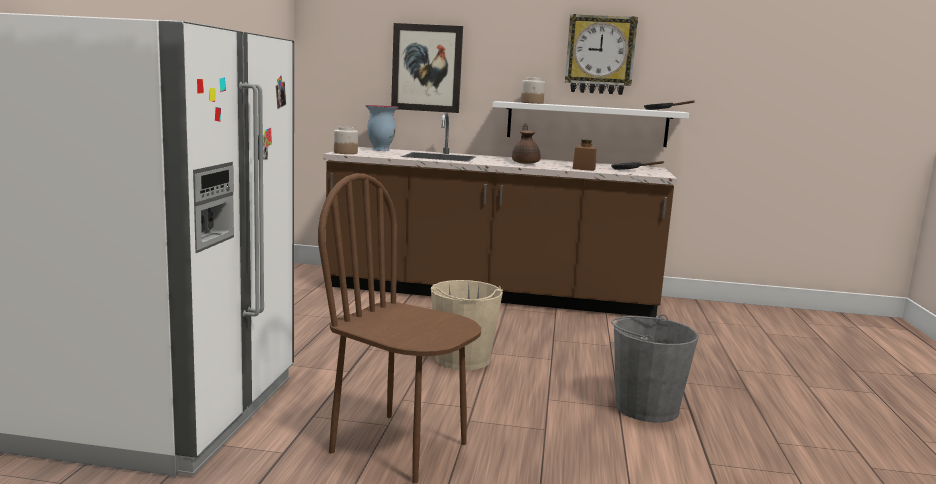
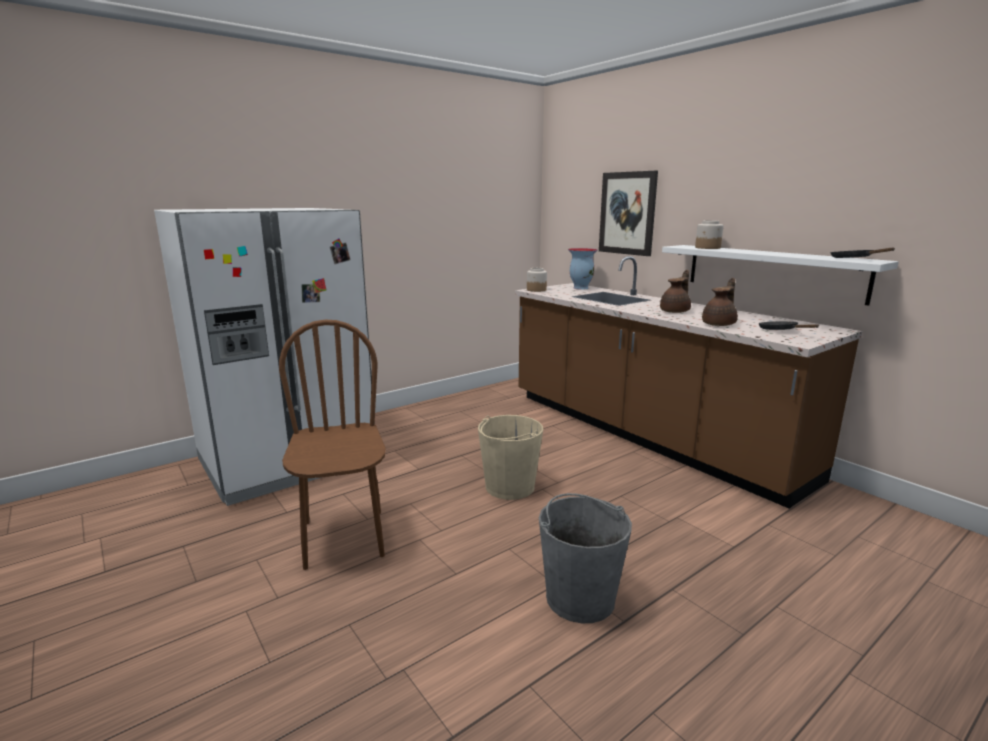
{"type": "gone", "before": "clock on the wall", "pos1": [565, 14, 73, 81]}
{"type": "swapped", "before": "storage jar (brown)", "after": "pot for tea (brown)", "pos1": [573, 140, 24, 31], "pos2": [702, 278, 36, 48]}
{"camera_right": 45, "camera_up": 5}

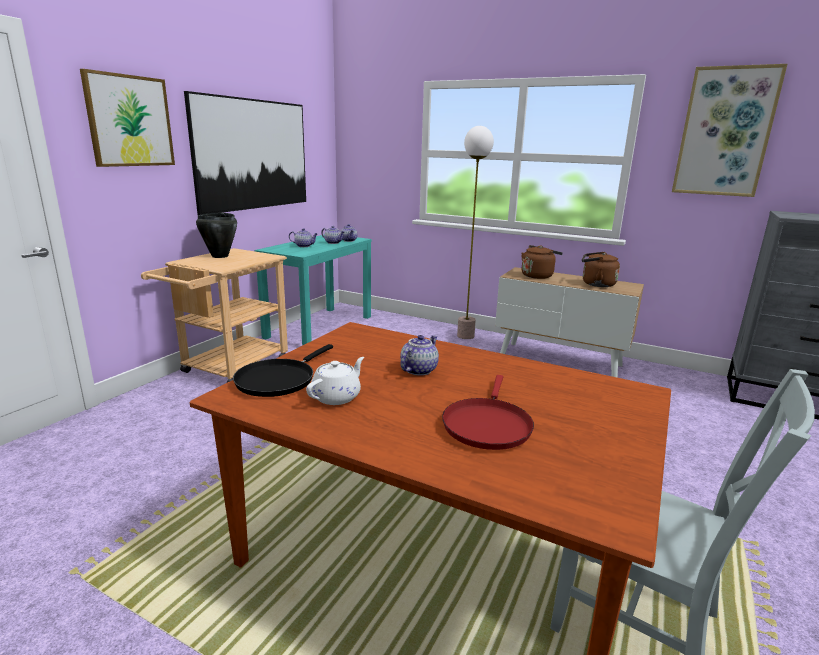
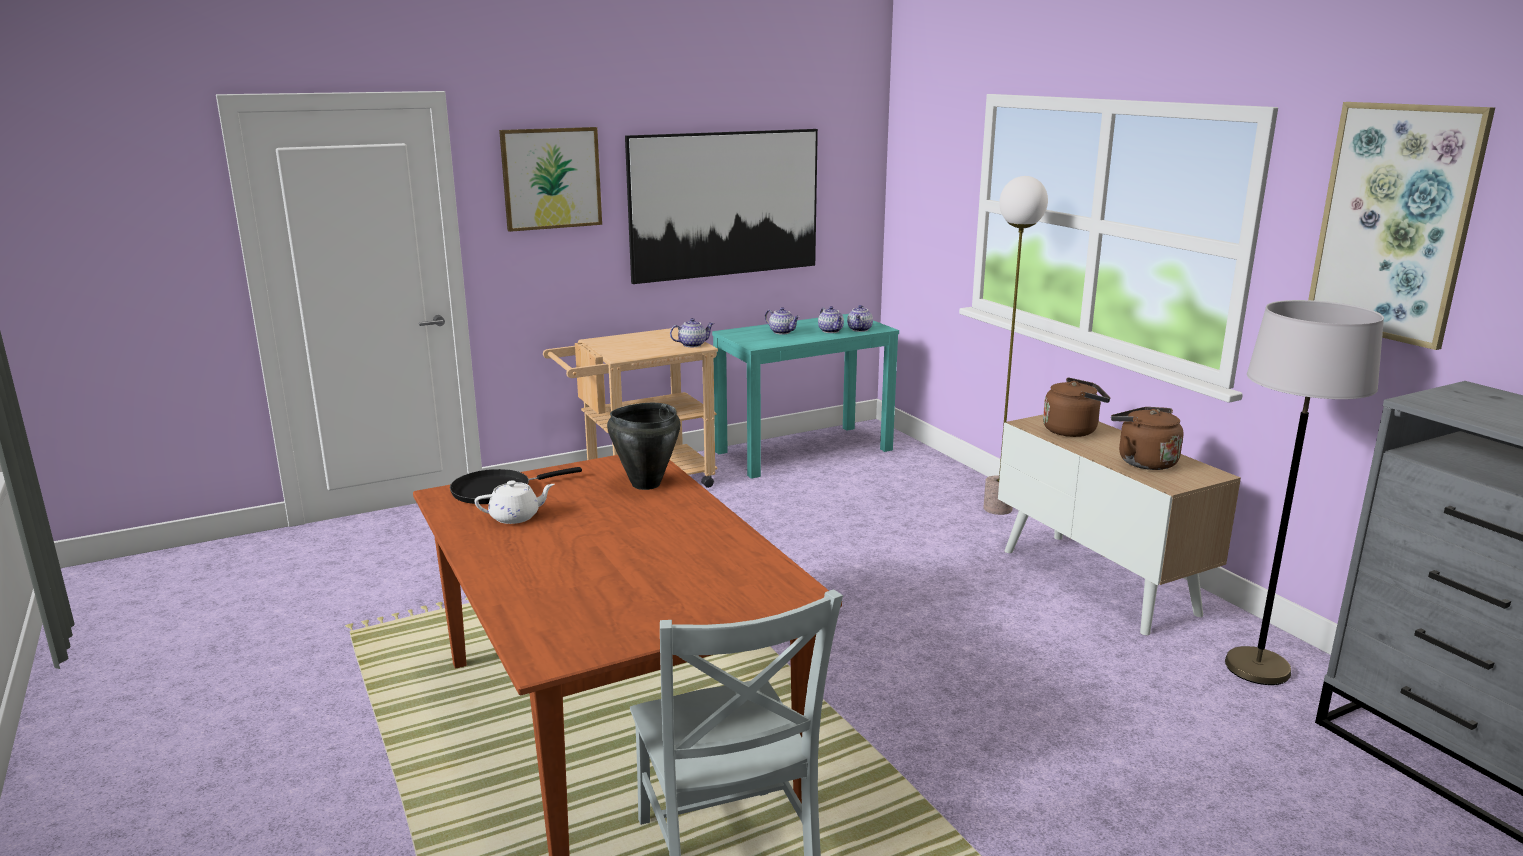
{"type": "gone", "before": "frying pan (reddish)", "pos1": [442, 375, 92, 75]}
{"type": "new", "after": "floor lamp (gray)", "pos2": [1225, 300, 159, 385]}
{"type": "shifted", "before": "cooking pot (black)", "pos1": [196, 213, 41, 45], "pos2": [607, 403, 73, 87]}
{"type": "shifted", "before": "pot for tea", "pos1": [400, 335, 39, 40], "pos2": [670, 318, 44, 29]}
{"camera_right": 35, "camera_up": 0}

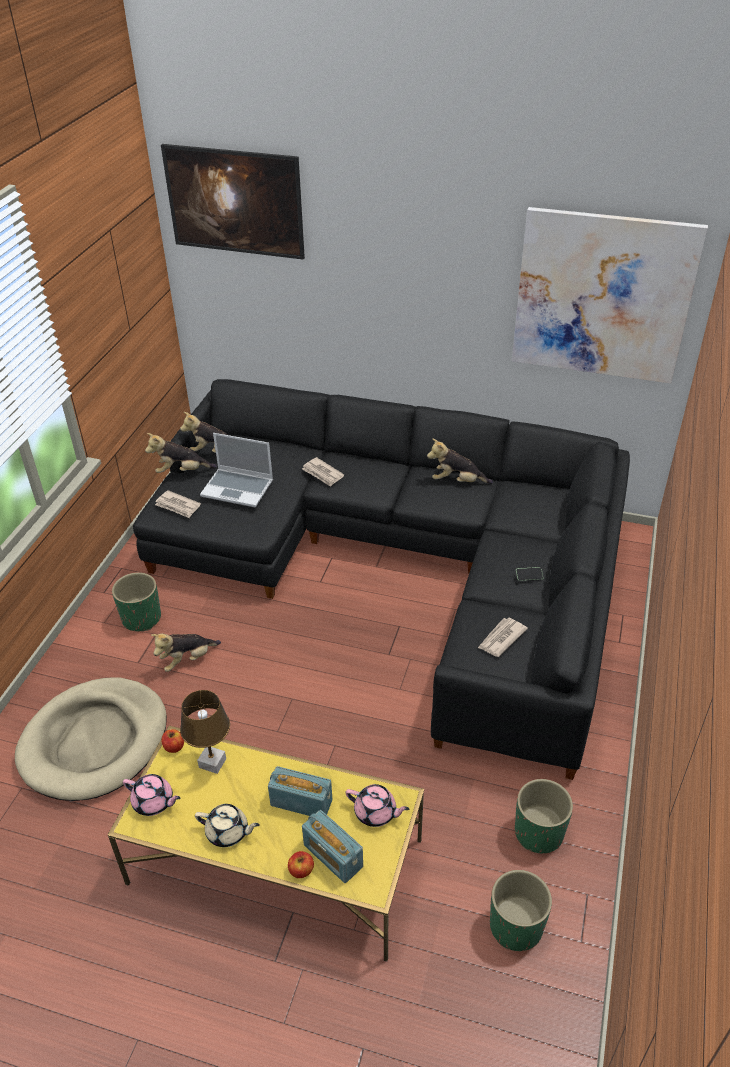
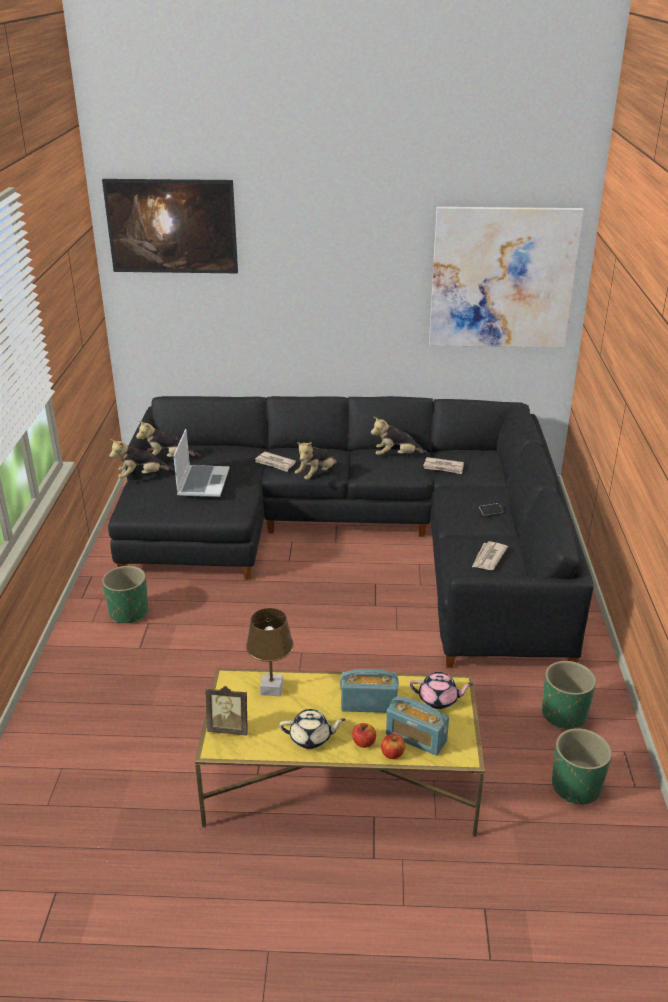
{"type": "gone", "before": "pet bed (beige)", "pos1": [15, 677, 152, 124]}
{"type": "shifted", "before": "plush toy", "pos1": [151, 633, 70, 39], "pos2": [295, 442, 42, 38]}
{"type": "shifted", "before": "daily paper", "pos1": [155, 490, 46, 28], "pos2": [423, 457, 41, 17]}
{"type": "shifted", "before": "whole apple", "pos1": [161, 729, 23, 24], "pos2": [352, 723, 24, 25]}
{"type": "swapped", "before": "pot for tea (pinkish)", "after": "photo frame", "pos1": [123, 774, 57, 42], "pos2": [206, 686, 42, 50]}
{"type": "rotated", "before": "laptop", "pos1": [200, 433, 73, 74], "pos2": [173, 429, 56, 68], "turn": -90}
{"camera_right": -15, "camera_up": -10}

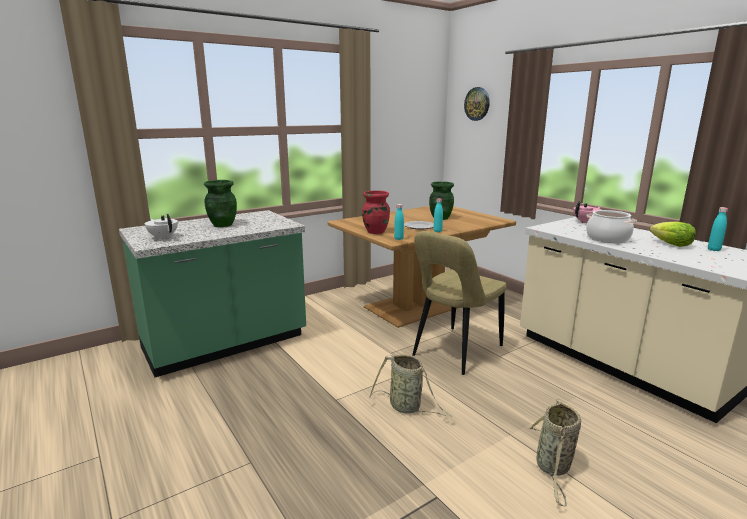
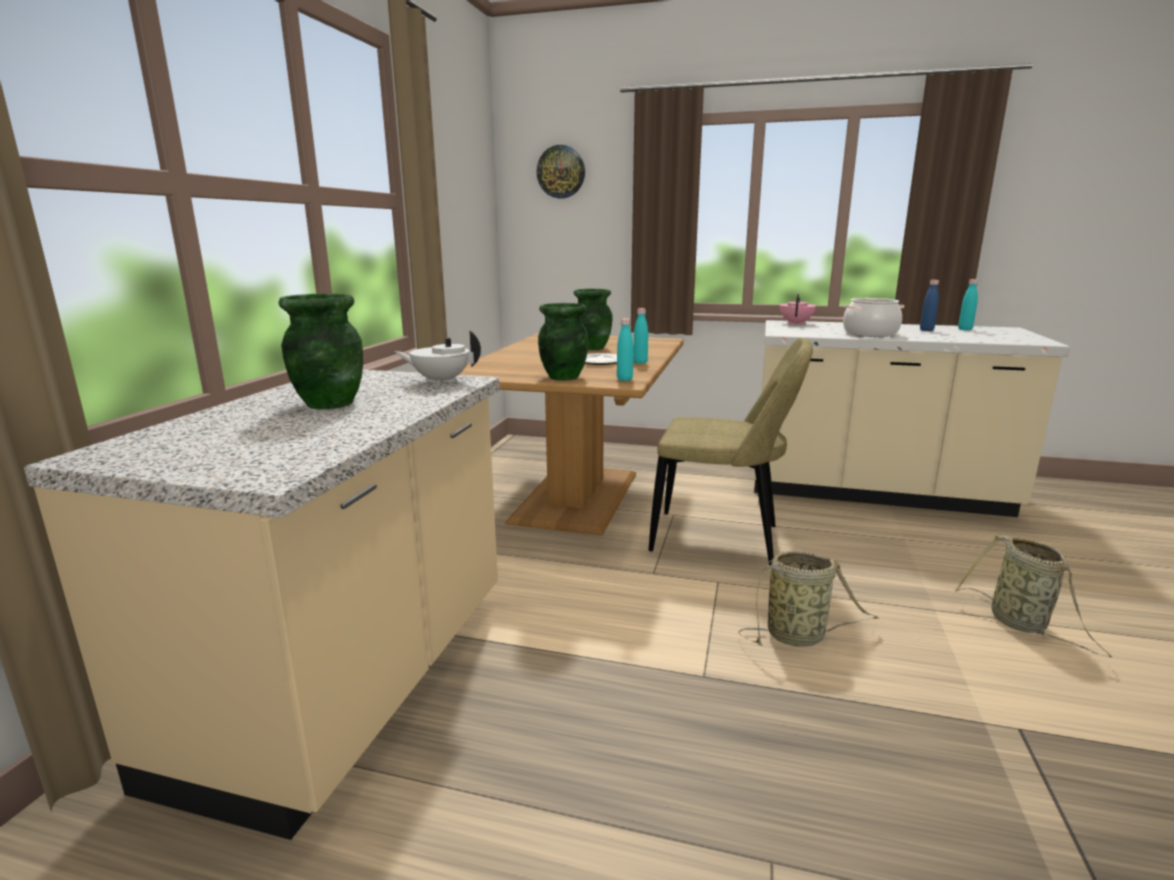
{"type": "shifted", "before": "pot for tea (whitish)", "pos1": [145, 214, 33, 25], "pos2": [394, 330, 87, 55]}
{"type": "swapped", "before": "lettuce", "after": "bottle (blue)", "pos1": [650, 222, 46, 25], "pos2": [920, 280, 19, 51]}
{"type": "repainted", "before": "kitchen counter (green)", "after": "kitchen counter (beige)", "pos1": [119, 210, 187, 167], "pos2": [24, 370, 476, 470]}
{"type": "repainted", "before": "flower vase (reddish)", "after": "flower vase (green)", "pos1": [362, 190, 28, 44], "pos2": [538, 303, 51, 77]}
{"type": "rotated", "before": "chair (beige)", "pos1": [412, 231, 95, 144], "pos2": [649, 338, 164, 228], "turn": -75}
{"camera_right": -40, "camera_up": 0}

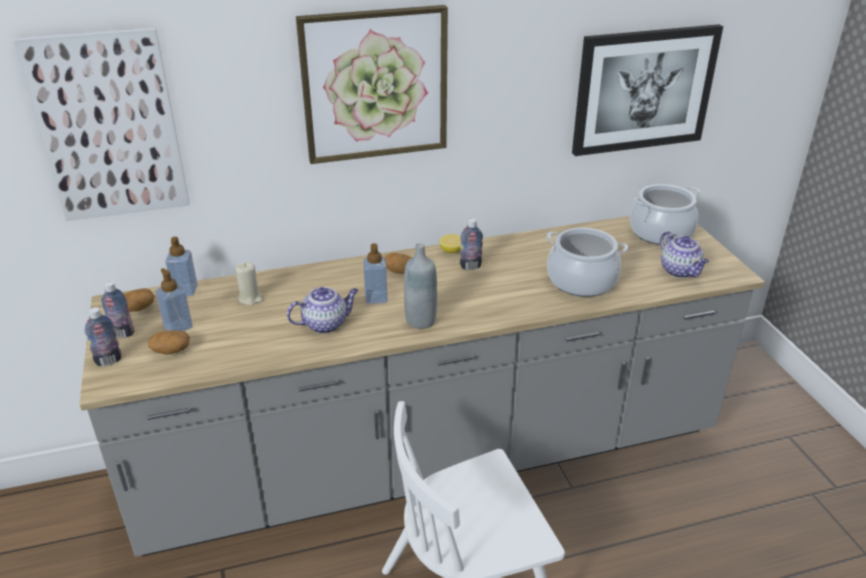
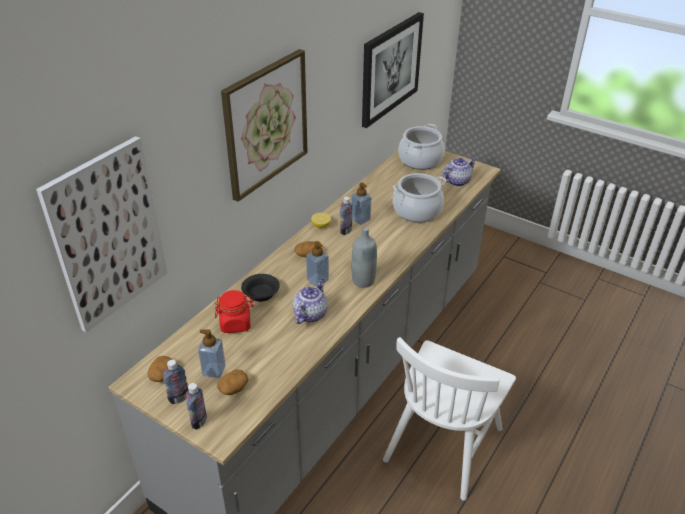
{"type": "new", "after": "deep dish (black)", "pos2": [241, 274, 39, 28]}
{"type": "shifted", "before": "soap bottle", "pos1": [165, 237, 33, 59], "pos2": [351, 183, 20, 42]}
{"type": "swapped", "before": "wax candle (beige)", "after": "storage jar (reddish)", "pos1": [236, 262, 27, 44], "pos2": [215, 290, 39, 43]}
{"type": "rotated", "before": "pot for tea", "pos1": [660, 231, 49, 47], "pos2": [441, 158, 36, 28], "turn": -60}
{"camera_right": -40, "camera_up": 5}

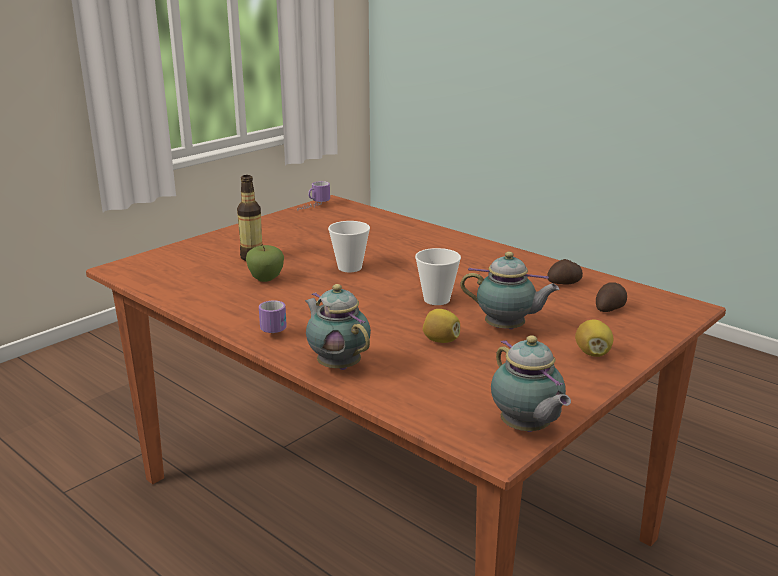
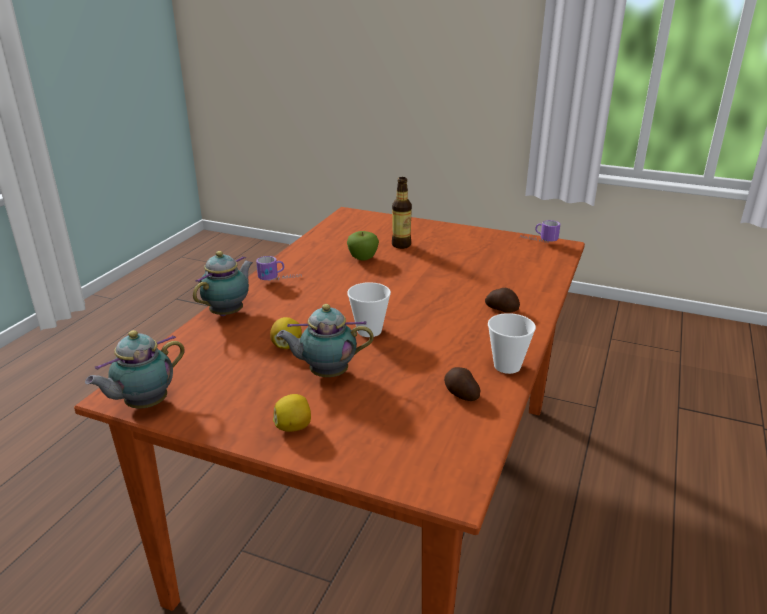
{"type": "shifted", "before": "small cup", "pos1": [328, 221, 42, 51], "pos2": [488, 313, 48, 61]}
{"type": "shifted", "before": "spud", "pos1": [596, 282, 31, 30], "pos2": [485, 288, 35, 25]}
{"type": "rotated", "before": "pot for tea", "pos1": [460, 252, 100, 78], "pos2": [277, 304, 97, 73], "turn": 90}
{"camera_right": 70, "camera_up": 5}

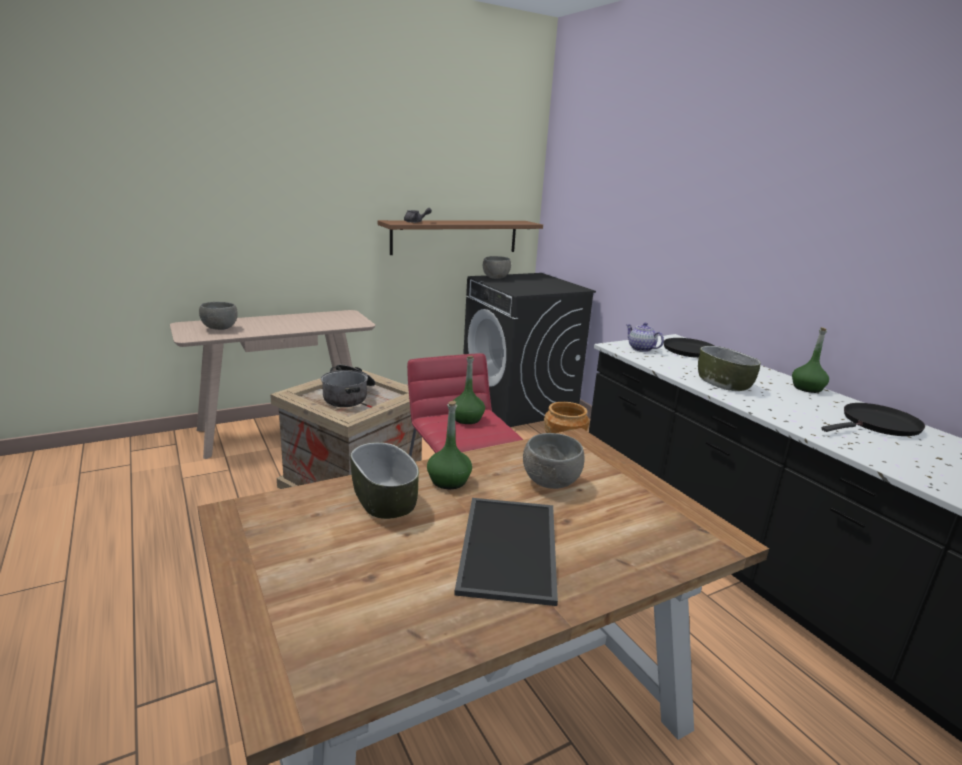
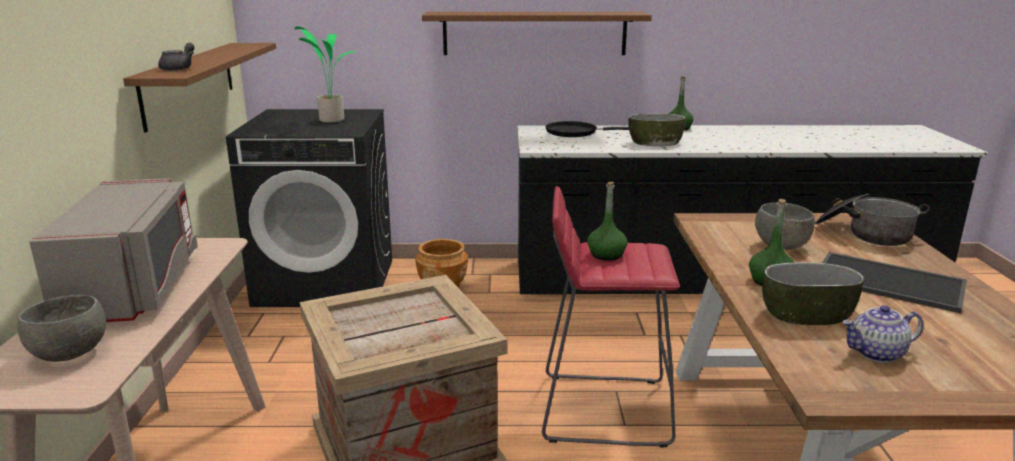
{"type": "gone", "before": "deep dish (gray)", "pos1": [483, 256, 28, 23]}
{"type": "gone", "before": "frying pan (black)", "pos1": [821, 403, 104, 33]}
{"type": "new", "after": "kitchen microwave (gray)", "pos2": [29, 178, 169, 144]}
{"type": "new", "after": "potted plant", "pos2": [294, 26, 62, 97]}
{"type": "new", "after": "shelf (brown)", "pos2": [422, 12, 230, 43]}
{"type": "shifted", "before": "cooking pot", "pos1": [321, 365, 54, 42], "pos2": [815, 194, 115, 52]}
{"type": "shifted", "before": "pot for tea", "pos1": [626, 322, 38, 30], "pos2": [842, 305, 81, 58]}
{"camera_right": -60, "camera_up": 0}

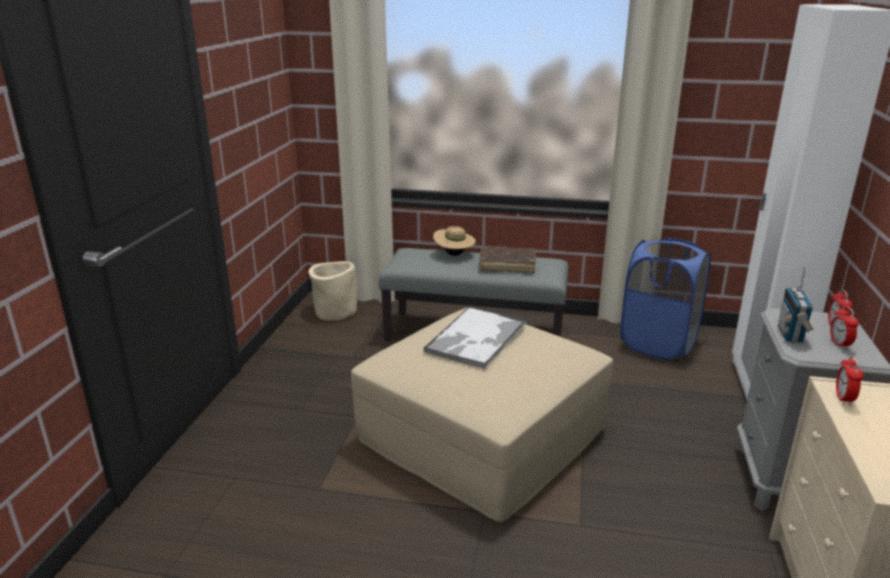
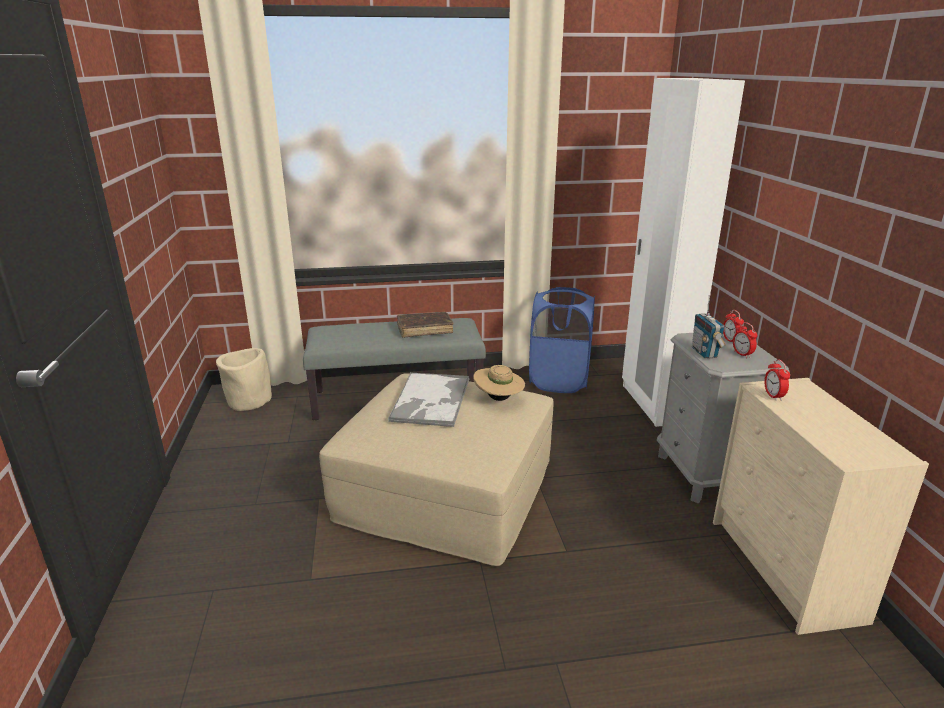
{"type": "shifted", "before": "wearable hat (beige)", "pos1": [433, 226, 43, 30], "pos2": [474, 365, 51, 36]}
{"camera_right": -20, "camera_up": 0}

